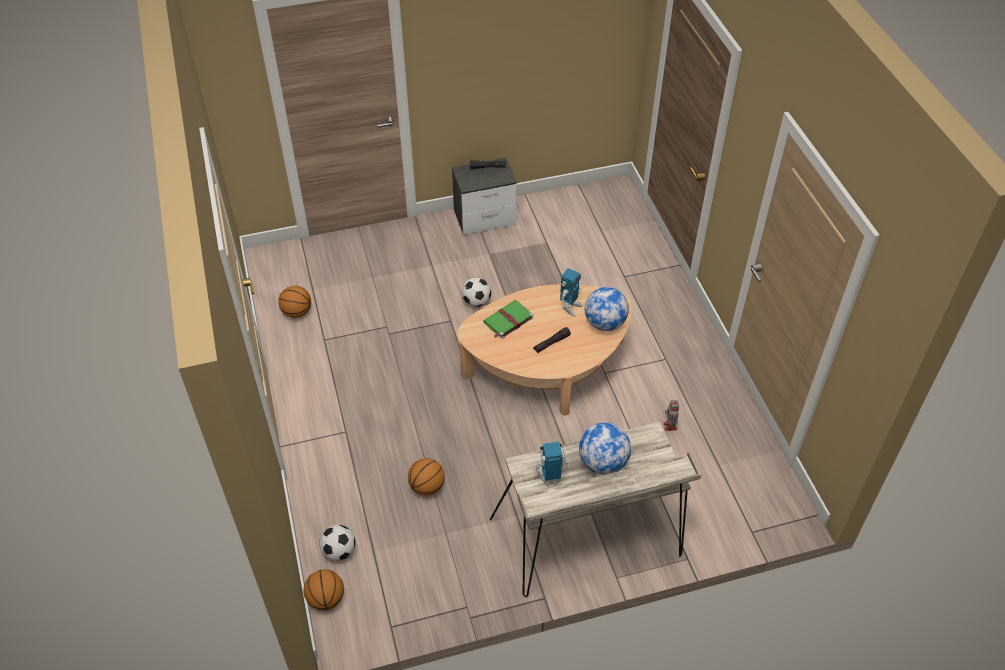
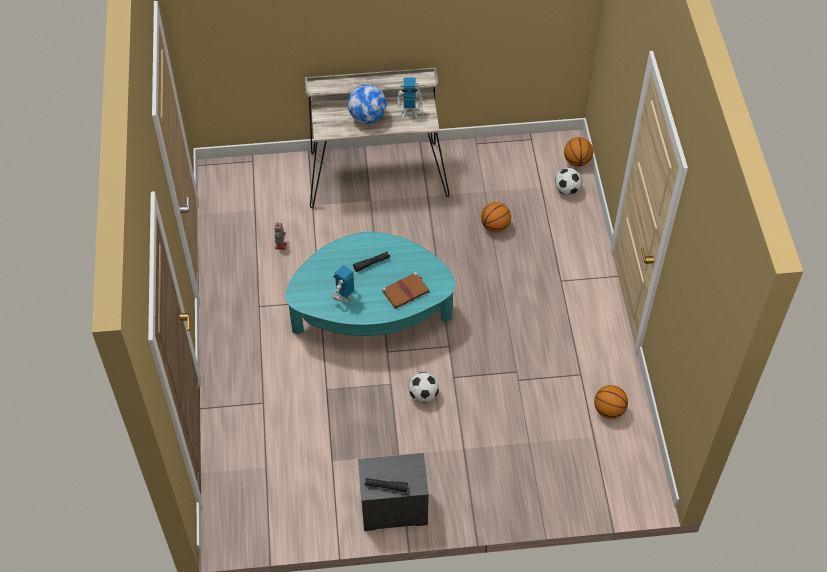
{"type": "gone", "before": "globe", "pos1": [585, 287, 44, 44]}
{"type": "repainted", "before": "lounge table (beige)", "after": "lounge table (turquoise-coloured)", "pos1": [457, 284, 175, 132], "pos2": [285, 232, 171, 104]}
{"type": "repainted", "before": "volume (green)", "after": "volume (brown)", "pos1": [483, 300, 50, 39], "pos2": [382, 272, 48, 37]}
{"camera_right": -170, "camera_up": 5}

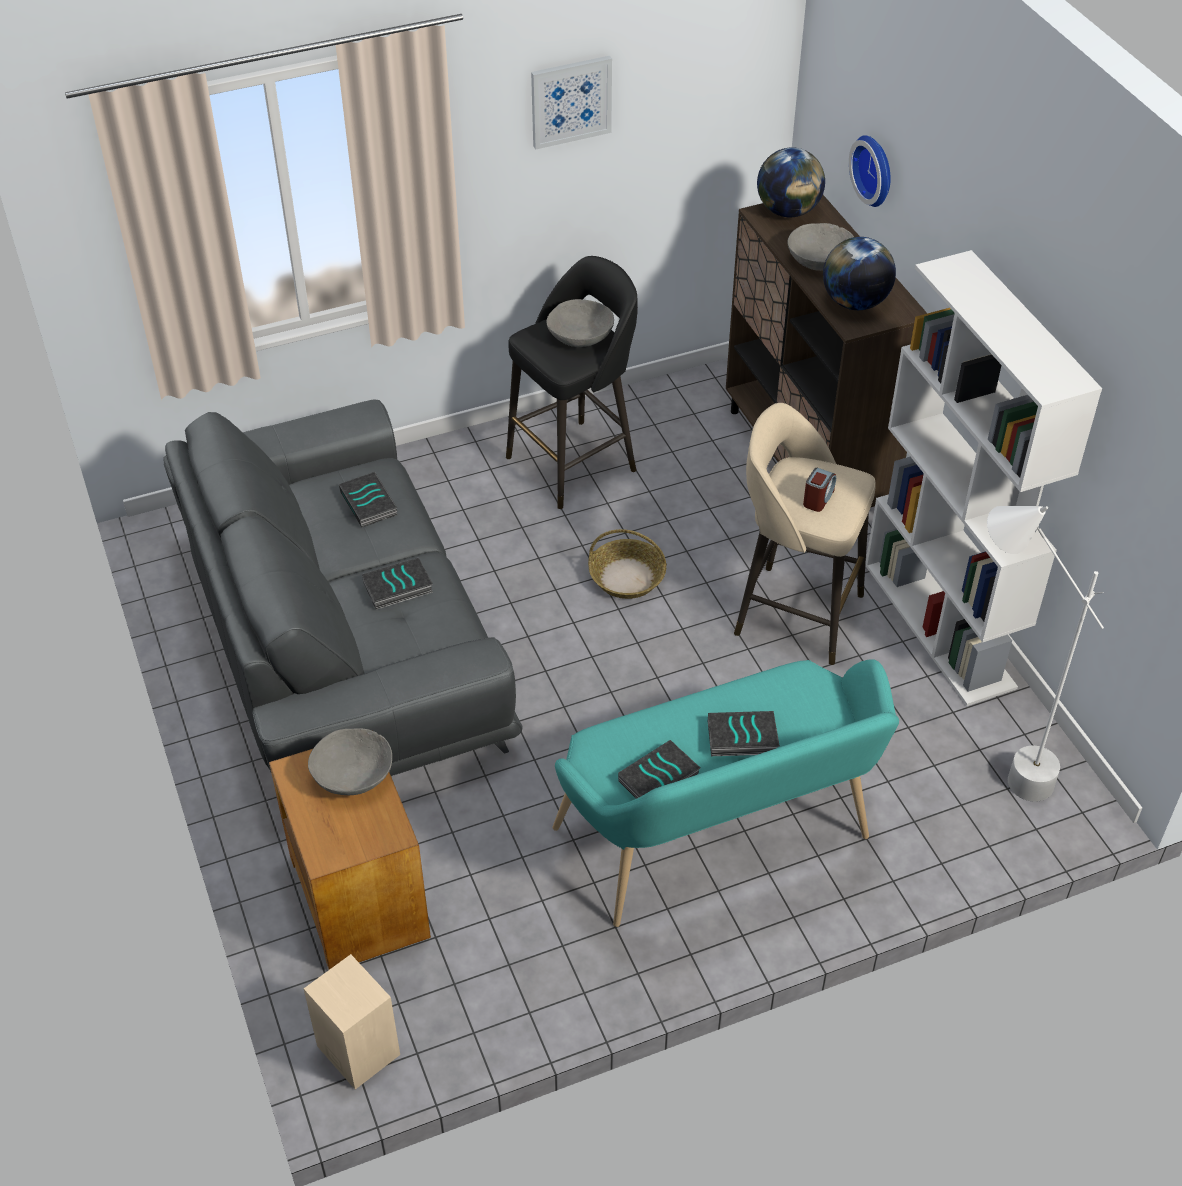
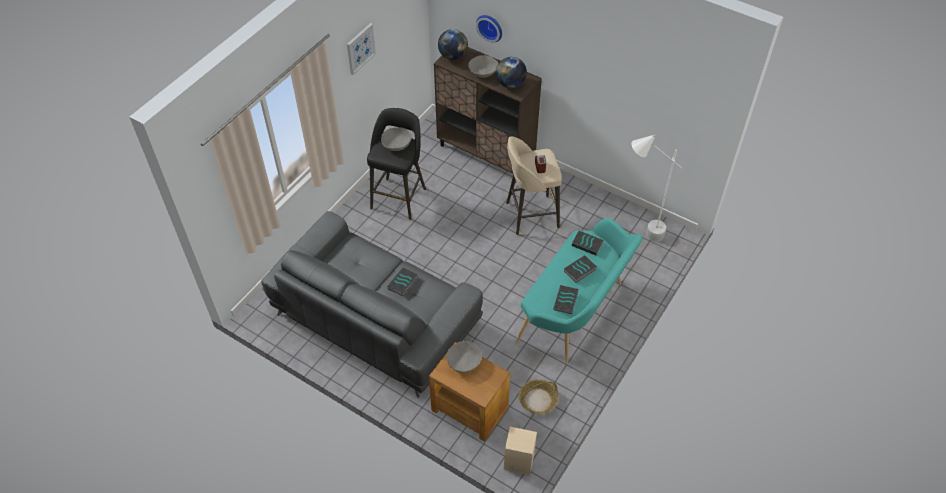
{"type": "gone", "before": "bookshelf (whitish)", "pos1": [865, 250, 237, 456]}
{"type": "shifted", "before": "volume", "pos1": [339, 472, 58, 55], "pos2": [572, 231, 32, 25]}
{"type": "shifted", "before": "household basket", "pos1": [588, 529, 79, 70], "pos2": [519, 379, 39, 35]}
{"camera_right": -35, "camera_up": 5}

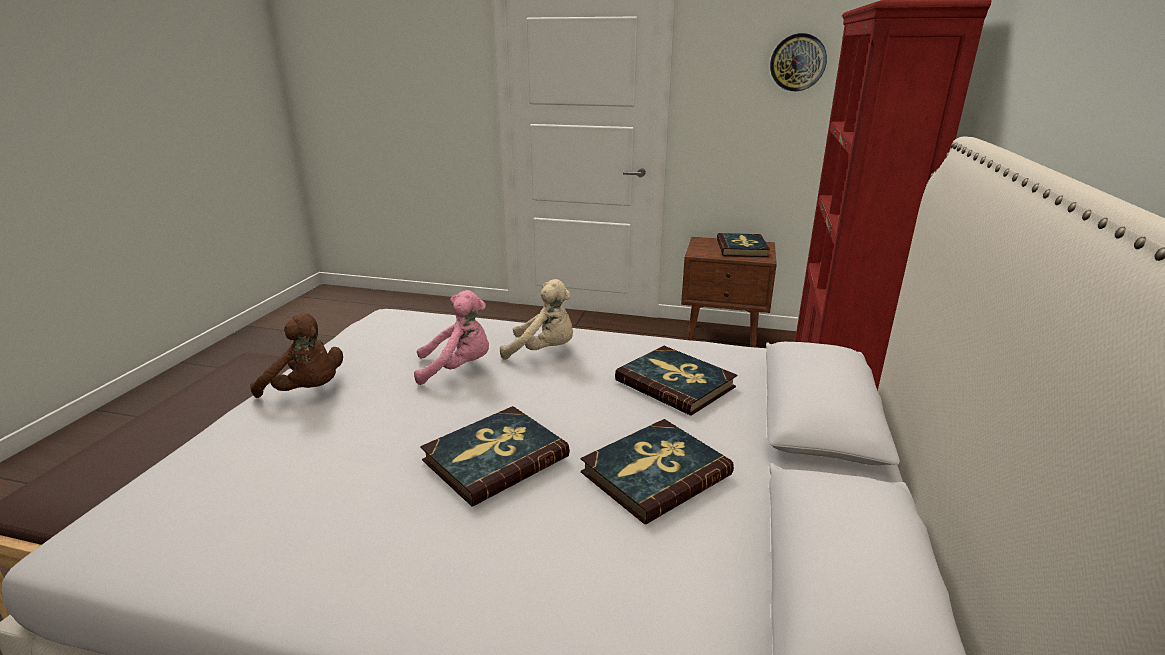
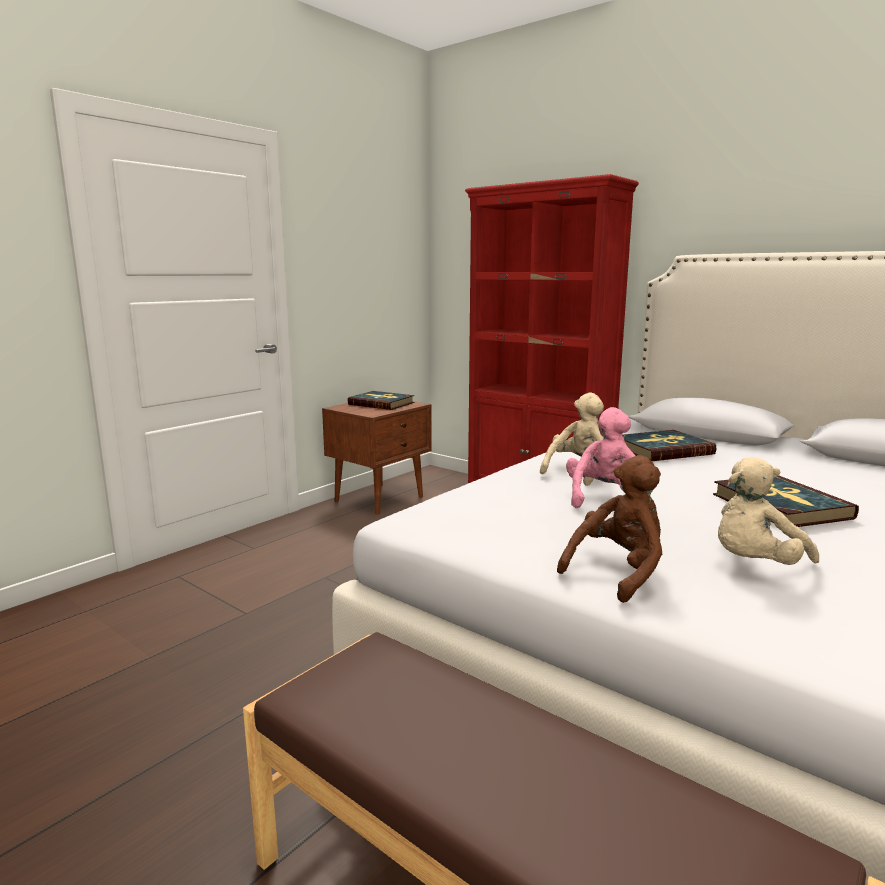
{"type": "gone", "before": "volume", "pos1": [581, 419, 153, 105]}
{"type": "gone", "before": "clock on the wall", "pos1": [770, 33, 57, 58]}
{"type": "new", "after": "plush toy (beige)", "pos2": [718, 457, 101, 108]}
{"camera_right": -65, "camera_up": -10}

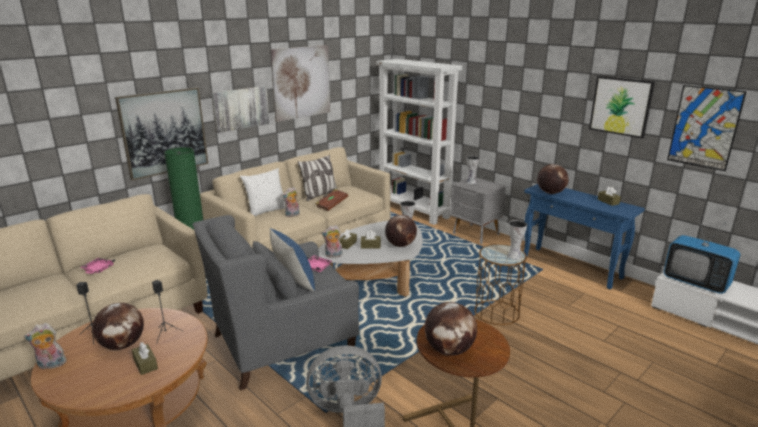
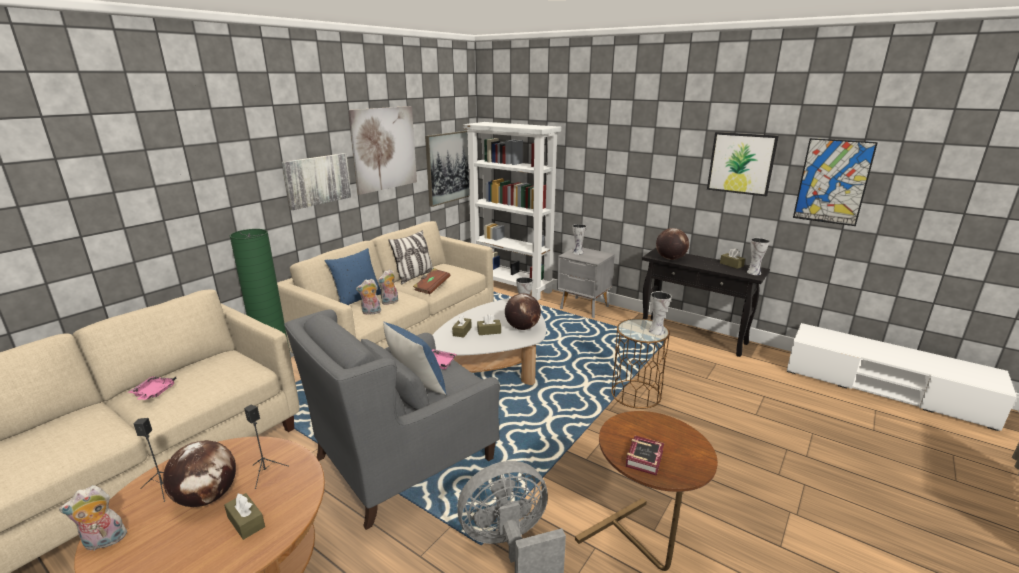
{"type": "gone", "before": "TV", "pos1": [663, 216, 78, 78]}
{"type": "new", "after": "flower vase", "pos2": [747, 238, 23, 37]}
{"type": "shifted", "before": "wall art", "pos1": [115, 87, 93, 94], "pos2": [425, 131, 44, 76]}
{"type": "shifted", "before": "plush toy", "pos1": [321, 225, 21, 33], "pos2": [356, 279, 25, 36]}
{"type": "swapped", "before": "globe", "after": "volume", "pos1": [424, 302, 53, 54], "pos2": [626, 436, 38, 40]}
{"type": "repainted", "before": "throw pillow (whitish)", "after": "throw pillow (blue)", "pos1": [240, 168, 45, 48], "pos2": [325, 248, 56, 57]}
{"type": "repainted", "before": "console table (blue)", "after": "console table (black)", "pos1": [524, 184, 121, 105], "pos2": [642, 248, 128, 109]}
{"camera_right": -10, "camera_up": 0}

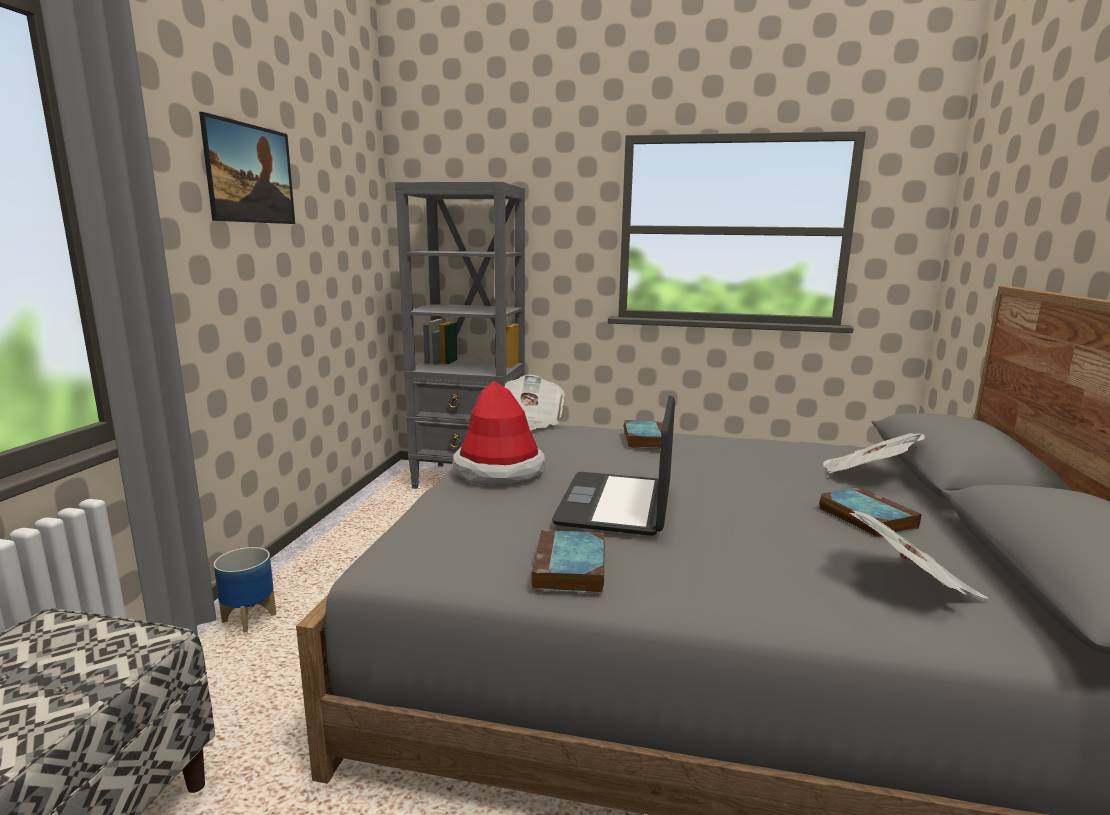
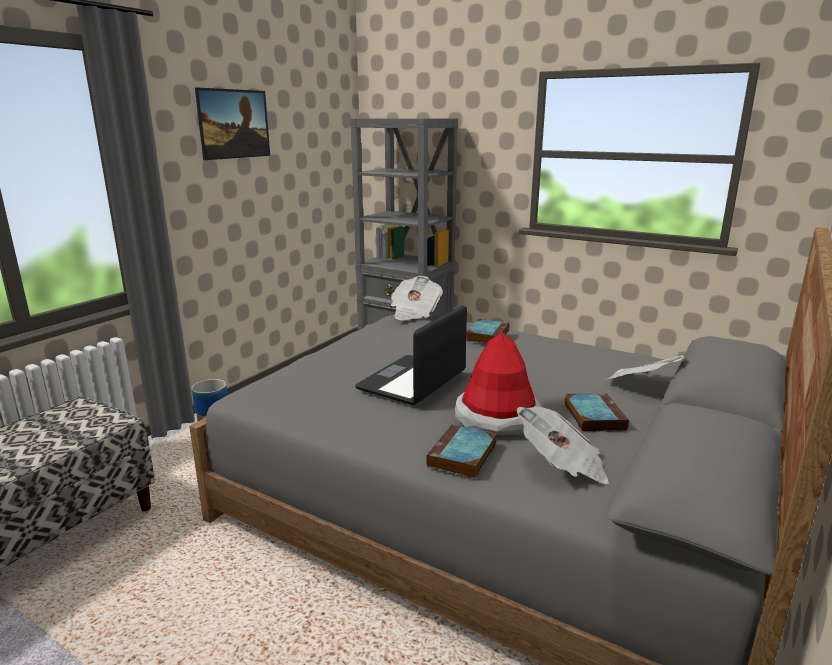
{"type": "shifted", "before": "wearable hat", "pos1": [452, 381, 94, 105], "pos2": [455, 332, 87, 104]}
{"type": "shifted", "before": "volume", "pos1": [531, 530, 74, 64], "pos2": [427, 424, 70, 55]}
{"camera_right": 20, "camera_up": 5}

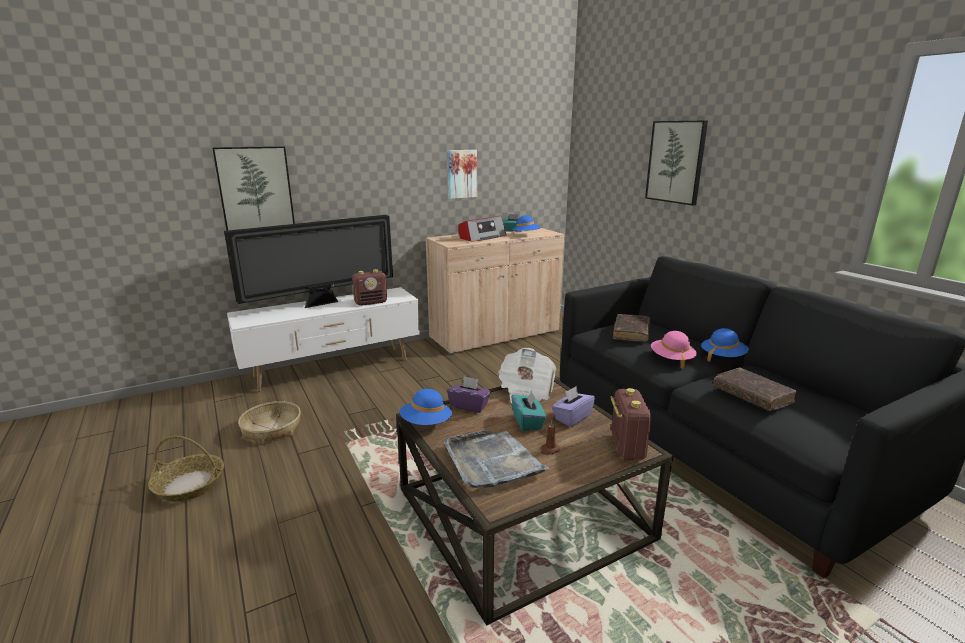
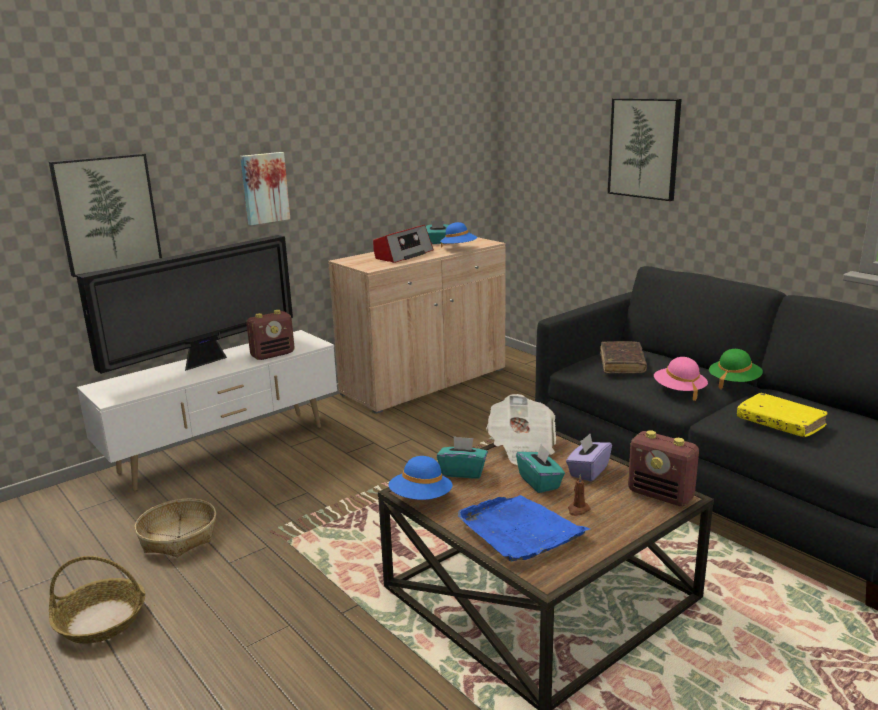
{"type": "shifted", "before": "wall art", "pos1": [447, 150, 30, 49], "pos2": [240, 152, 50, 73]}
{"type": "repainted", "before": "tray (gray)", "after": "tray (blue)", "pos1": [444, 430, 106, 58], "pos2": [458, 495, 131, 67]}
{"type": "repainted", "before": "box of tissues (purple-coloured)", "after": "box of tissues (turquoise-coloured)", "pos1": [447, 376, 44, 37], "pos2": [437, 436, 51, 43]}
{"type": "repainted", "before": "wearable hat (blue)", "after": "wearable hat (green)", "pos1": [701, 328, 48, 33], "pos2": [709, 349, 54, 40]}
{"type": "repainted", "before": "volume (brown)", "after": "volume (yellow-coloured)", "pos1": [713, 368, 84, 43], "pos2": [737, 393, 91, 44]}
{"type": "rotated", "before": "radio receiver", "pos1": [610, 388, 41, 72], "pos2": [628, 430, 71, 76], "turn": 135}
{"camera_right": -10, "camera_up": 0}

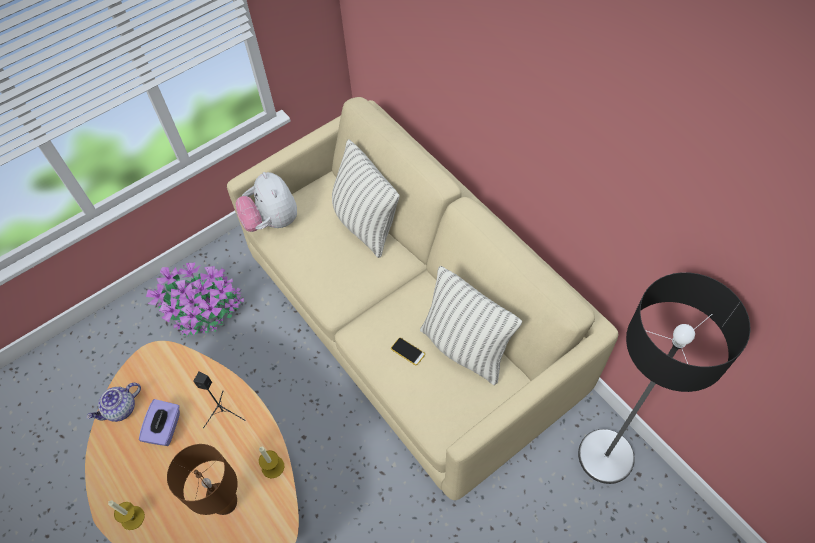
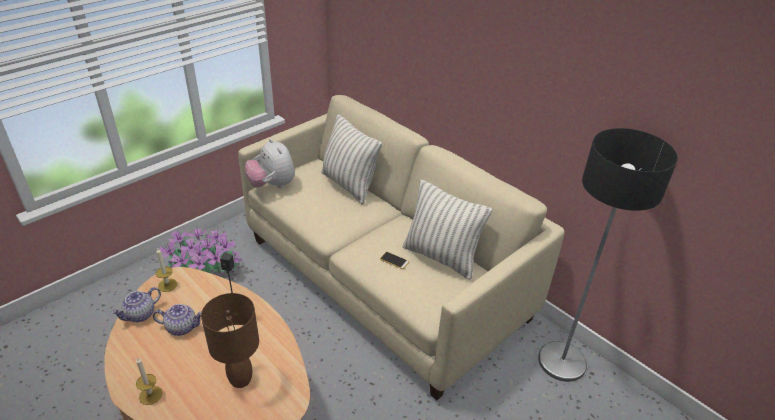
{"type": "shifted", "before": "wax candle", "pos1": [259, 447, 25, 32], "pos2": [156, 248, 21, 44]}
{"type": "swapped", "before": "box of tissues (purple-coloured)", "after": "pot for tea", "pos1": [139, 399, 41, 47], "pos2": [153, 304, 49, 32]}
{"camera_right": -10, "camera_up": -20}

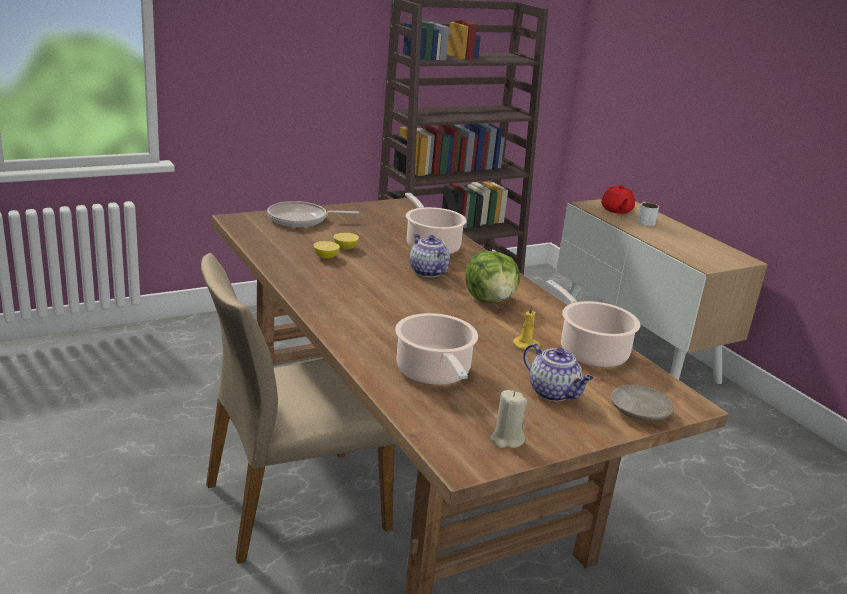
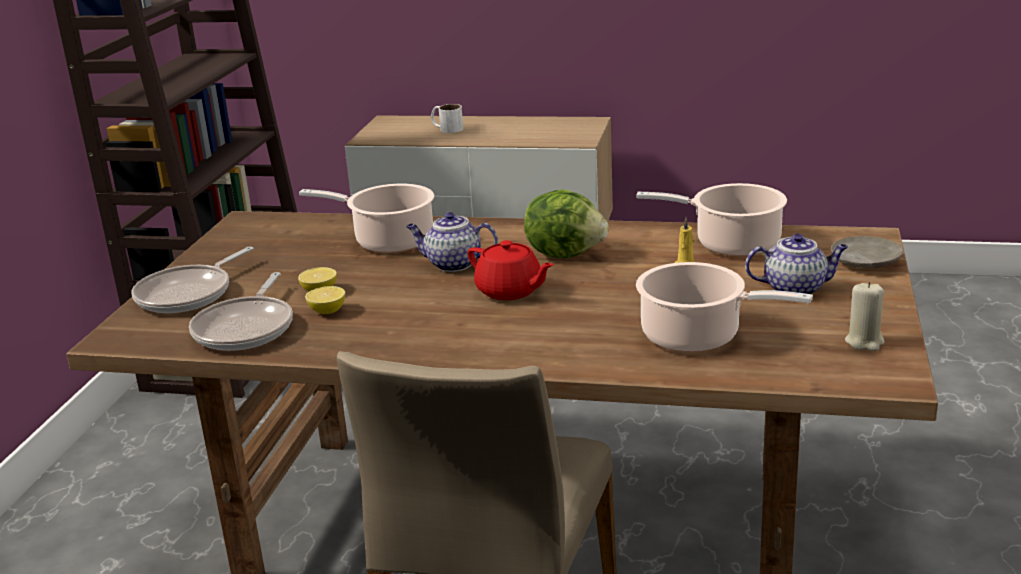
{"type": "new", "after": "frying pan", "pos2": [189, 272, 104, 79]}
{"type": "shifted", "before": "pot for tea (reddish)", "pos1": [601, 185, 34, 29], "pos2": [467, 240, 87, 60]}
{"camera_right": -45, "camera_up": 0}

